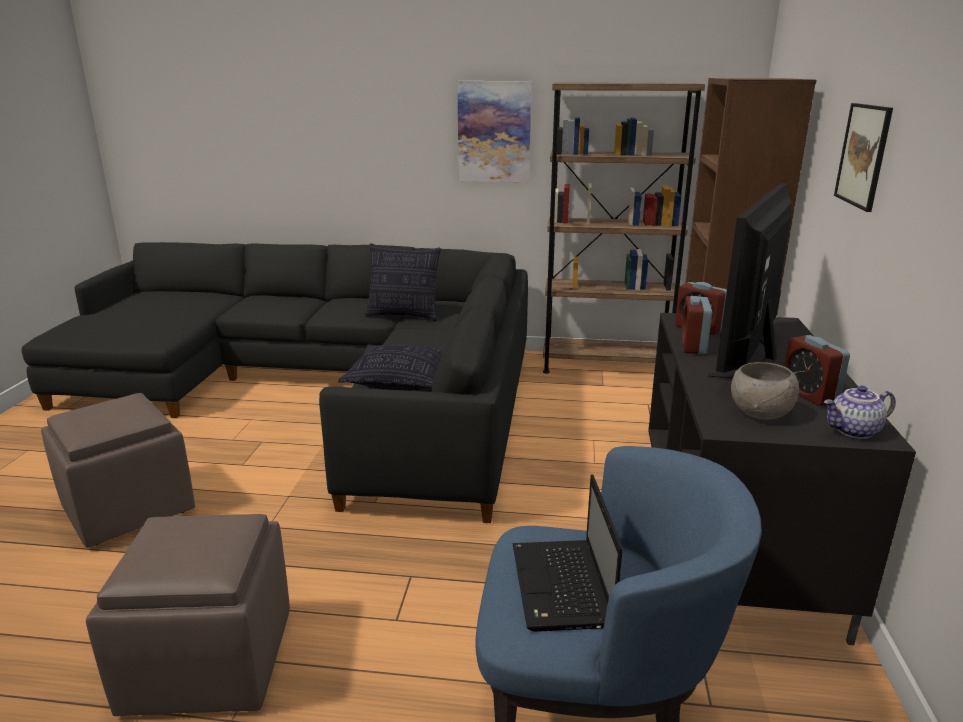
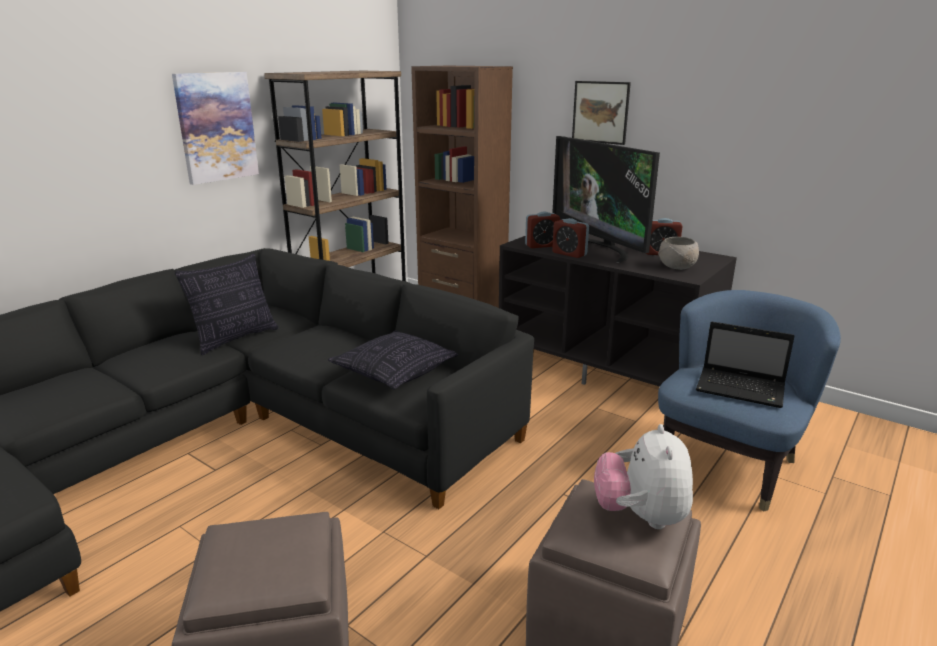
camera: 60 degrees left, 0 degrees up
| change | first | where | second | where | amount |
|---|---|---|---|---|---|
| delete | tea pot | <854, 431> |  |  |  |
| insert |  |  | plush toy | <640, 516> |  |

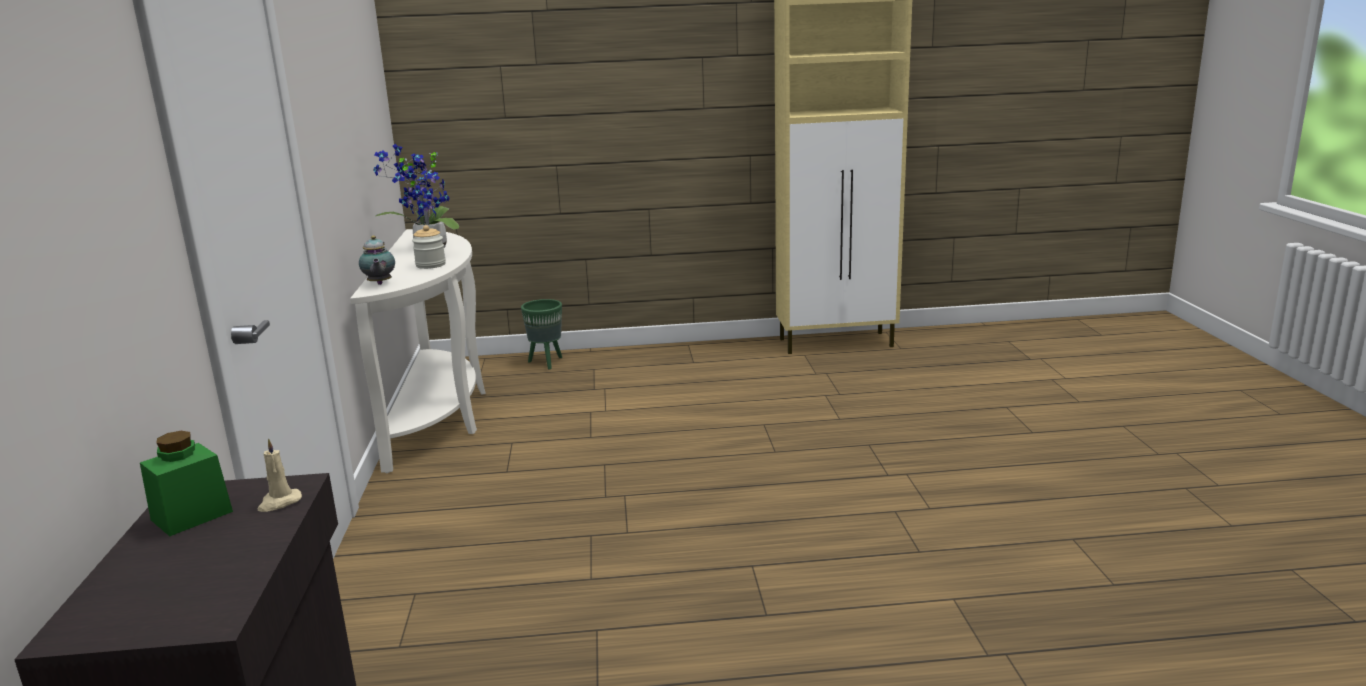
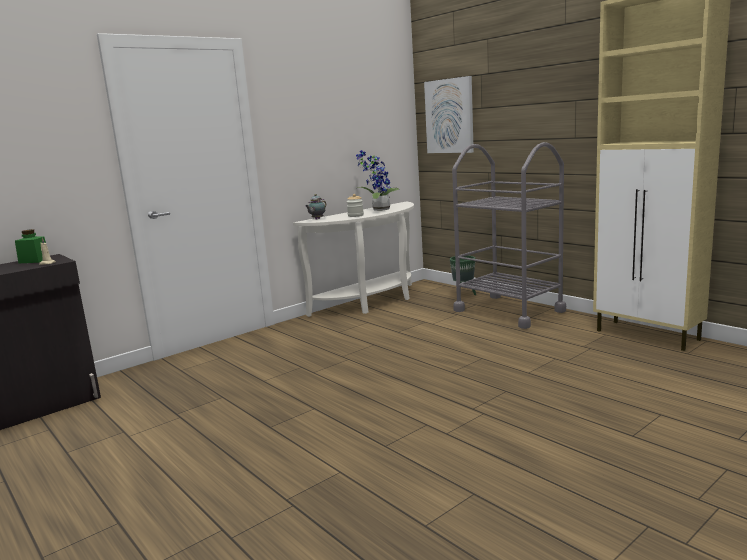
camera: 55 degrees right, 5 degrees down
| change | first | where | second | where | amount |
|---|---|---|---|---|---|
| insert |  |  | wall art | <449, 116> |  |
| insert |  |  | trolley in gray | <508, 311> |  |

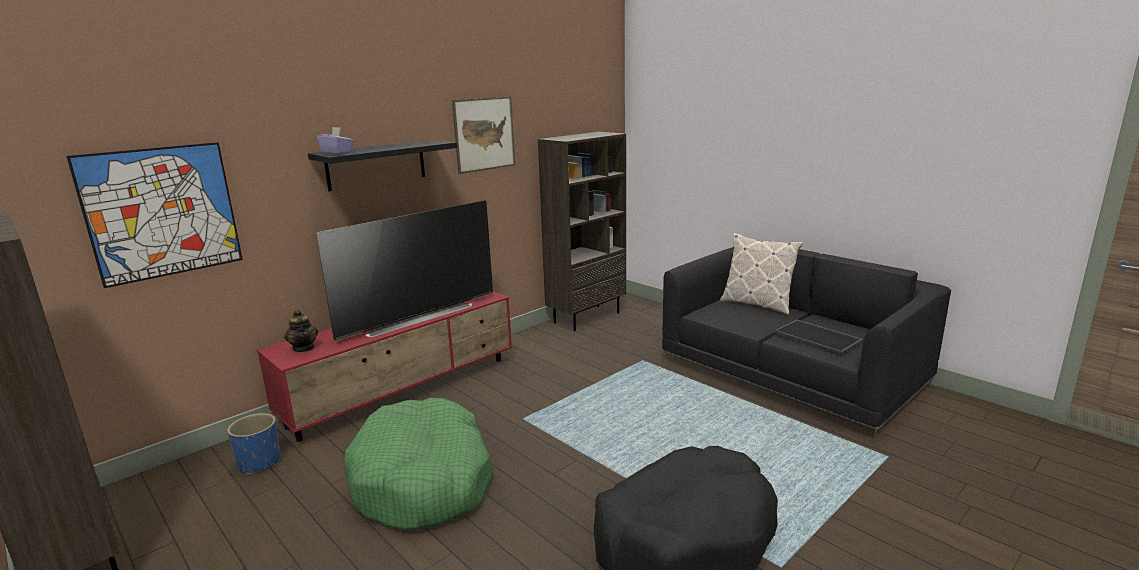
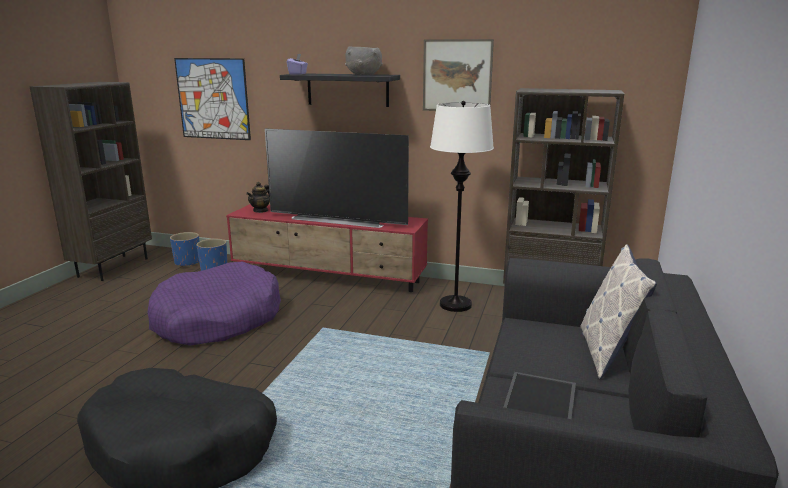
camera: 60 degrees right, 0 degrees up
| change | first | where | second | where | amount |
|---|---|---|---|---|---|
| insert |  |  | planter in blue-coloured | <187, 262> |  |
| insert |  |  | serving bowl in gray | <364, 75> |  |
| insert |  |  | standing lamp in white-coloured | <456, 304> |  |
| recolor | dog cushion in green | <423, 480> | dog cushion in purple-coloured | <217, 319> |  |

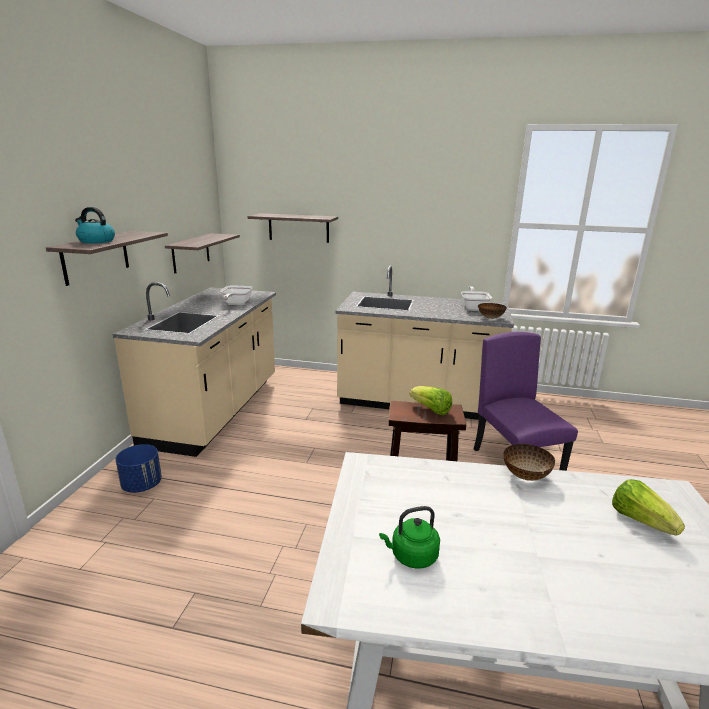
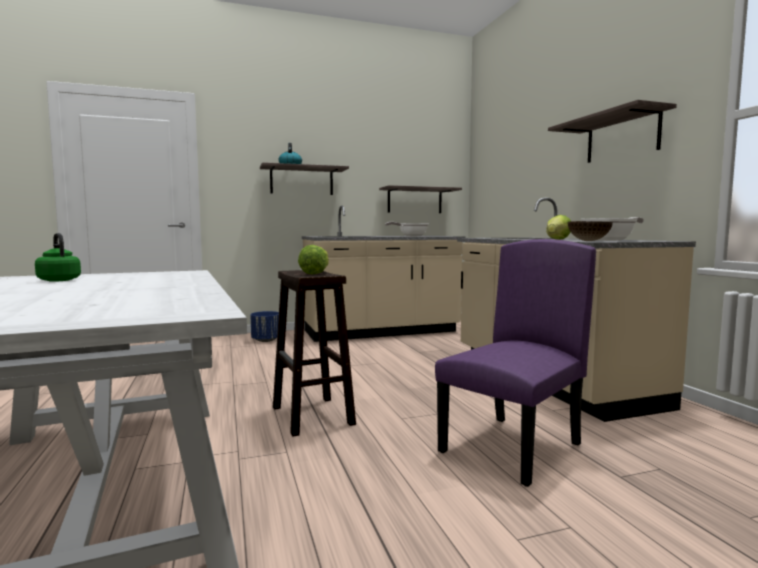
camera: 60 degrees right, 15 degrees down
| change | first | where | second | where | amount |
|---|---|---|---|---|---|
| delete | serving bowl | <524, 475> |  |  |  |
| move | shelf | <298, 228> |  | <622, 137> |  |
| move | lettuce head | <640, 520> |  | <557, 240> |  |

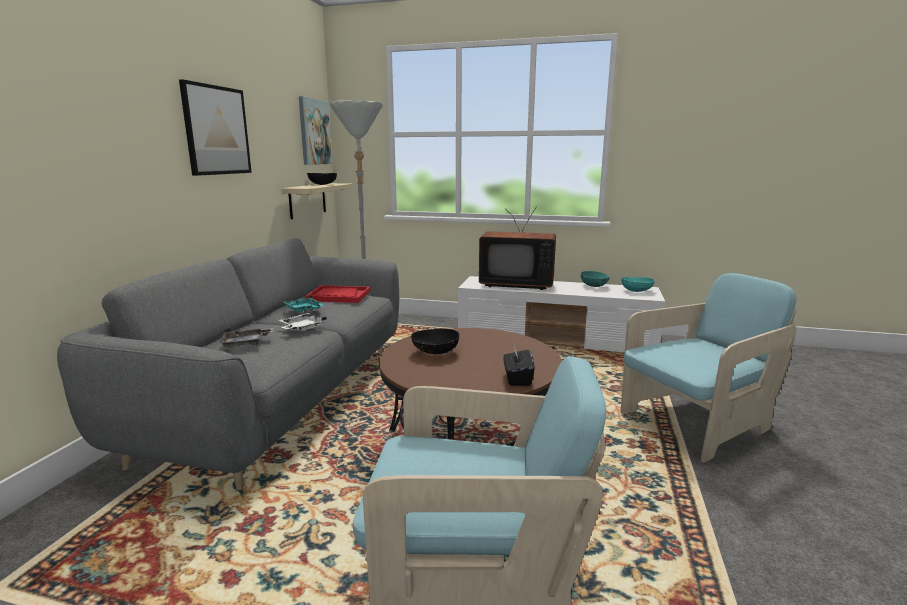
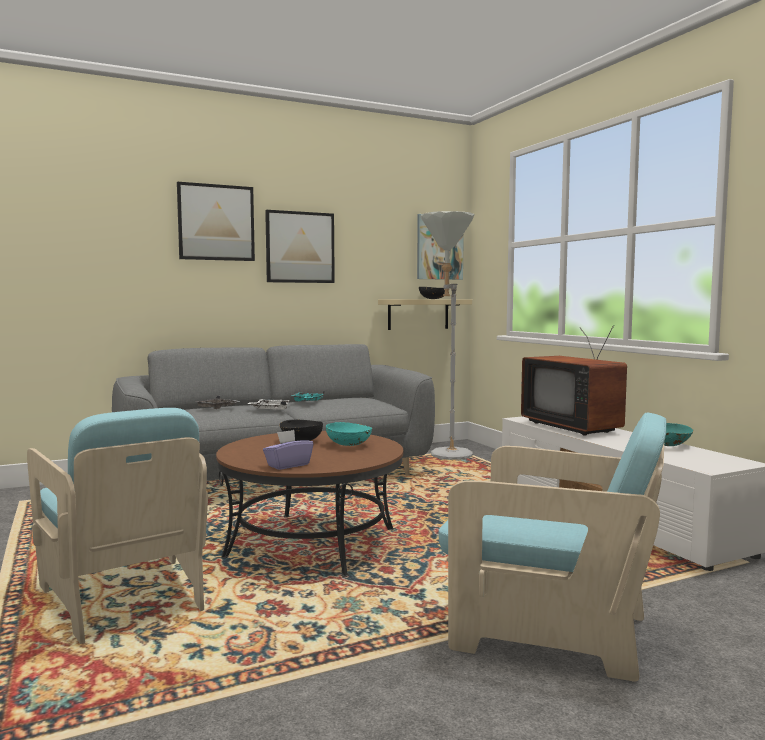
camera: 50 degrees right, 10 degrees down
| change | first | where | second | where | amount |
|---|---|---|---|---|---|
| delete | carrying tray in red-coloured | <338, 296> |  |  |  |
| insert |  |  | wall art | <216, 222> |  |
| move | serving bowl in turquoise-coloured | <636, 291> |  | <349, 445> |  |
| recolor | tissue box in black | <517, 378> | tissue box in purple-coloured | <288, 465> |  |

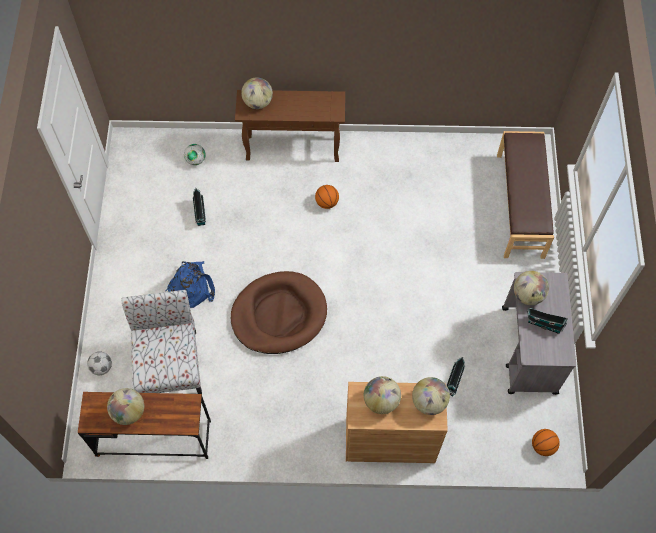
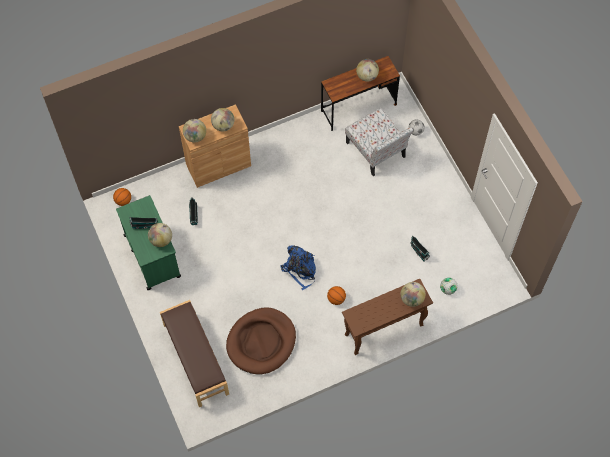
camera: 155 degrees right, 0 degrees up
| change | first | where | second | where | amount |
|---|---|---|---|---|---|
| move | backpack in blue-coloured | <191, 287> |  | <300, 269> |  |
| move | dog cushion in brown-coloured | <279, 314> |  | <261, 342> |  |
| recolor | trolley in gray | <529, 351> | trolley in green | <152, 255> |  |

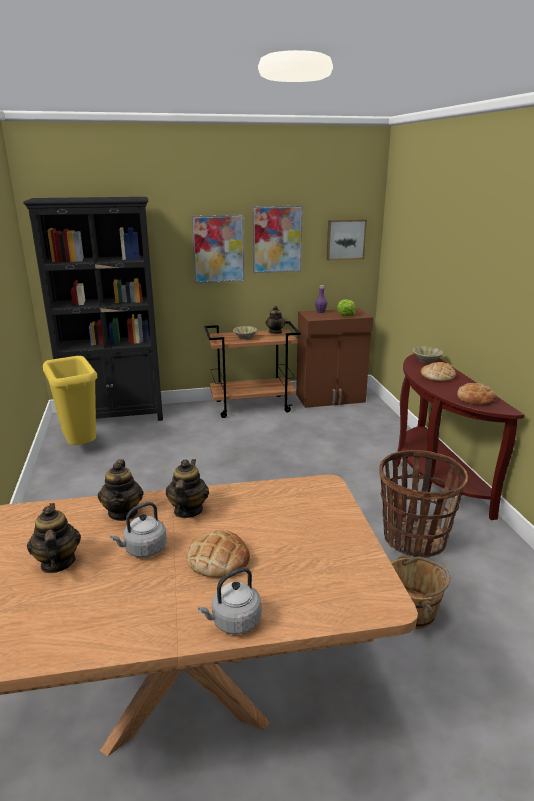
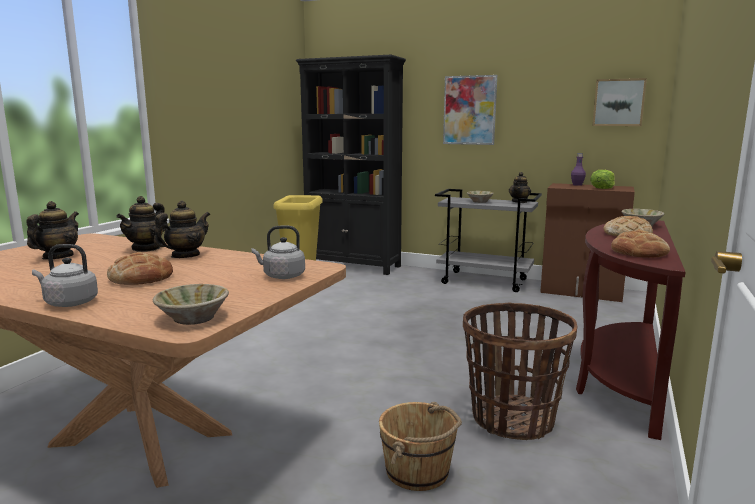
camera: 35 degrees right, 10 degrees down
| change | first | where | second | where | amount |
|---|---|---|---|---|---|
| delete | wall art | <277, 239> |  |  |  |
| insert |  |  | serving bowl in sand-coloured | <192, 318> |  |
| move | tea kettle in gray | <143, 550> |  | <281, 276> |  |
| recolor | trolley in brown-coloured | <253, 406> | trolley in gray | <485, 281> |  |

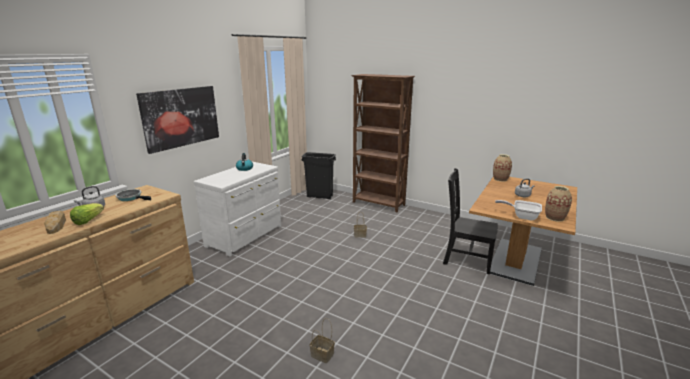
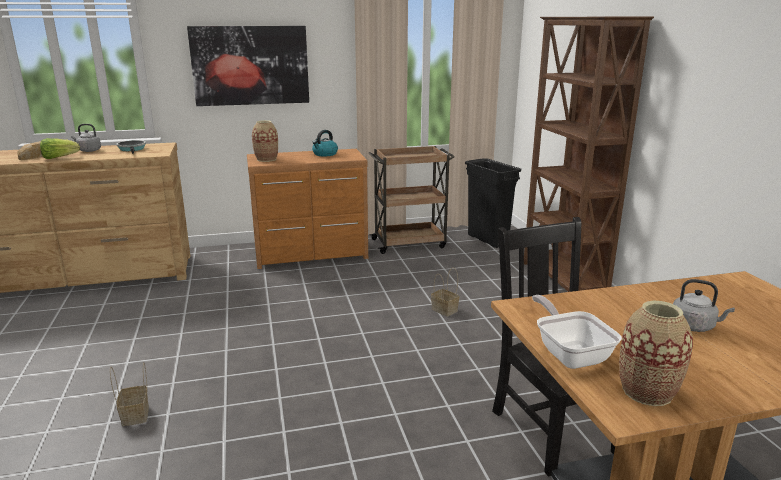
camera: 45 degrees right, 0 degrees up
| change | first | where | second | where | amount |
|---|---|---|---|---|---|
| insert |  |  | trolley in brown-coloured | <409, 243> |  |
| move | decorative vase | <500, 179> |  | <266, 159> |  |
| recolor | drawer chest in white-coloured | <246, 236> | drawer chest in brown-coloured | <312, 255> |  |

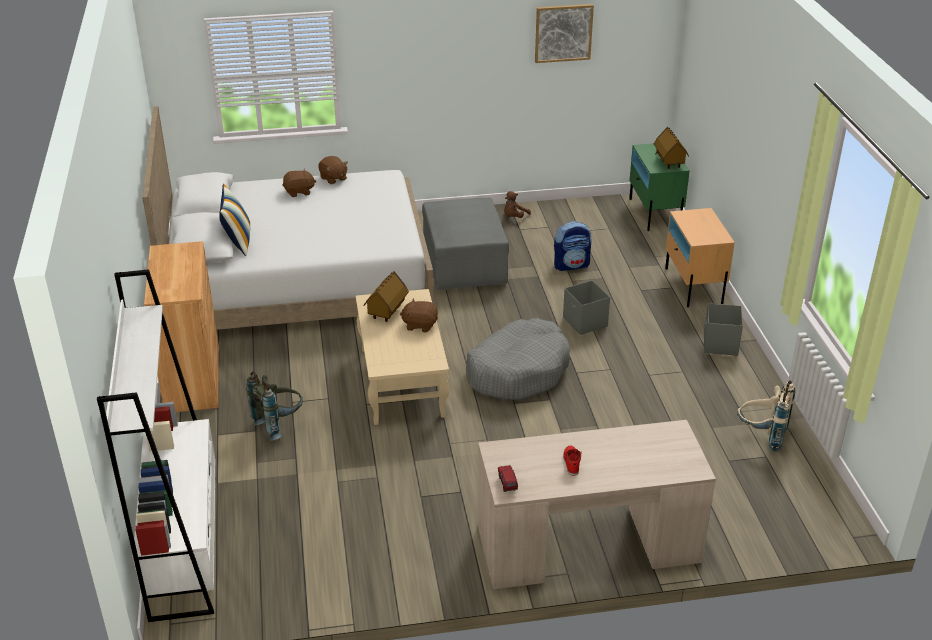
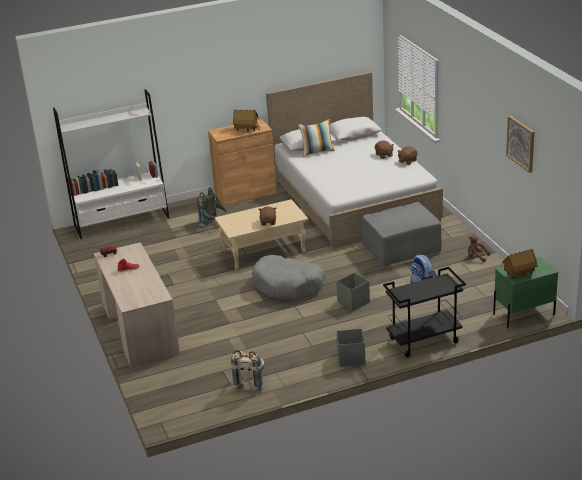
camera: 80 degrees right, 5 degrees down
| change | first | where | second | where | amount |
|---|---|---|---|---|---|
| move | miniature house | <386, 312> |  | <246, 129> |  |
| replace | nightstand in sand-coloured | <693, 285> | trolley in black | <423, 341> |  |

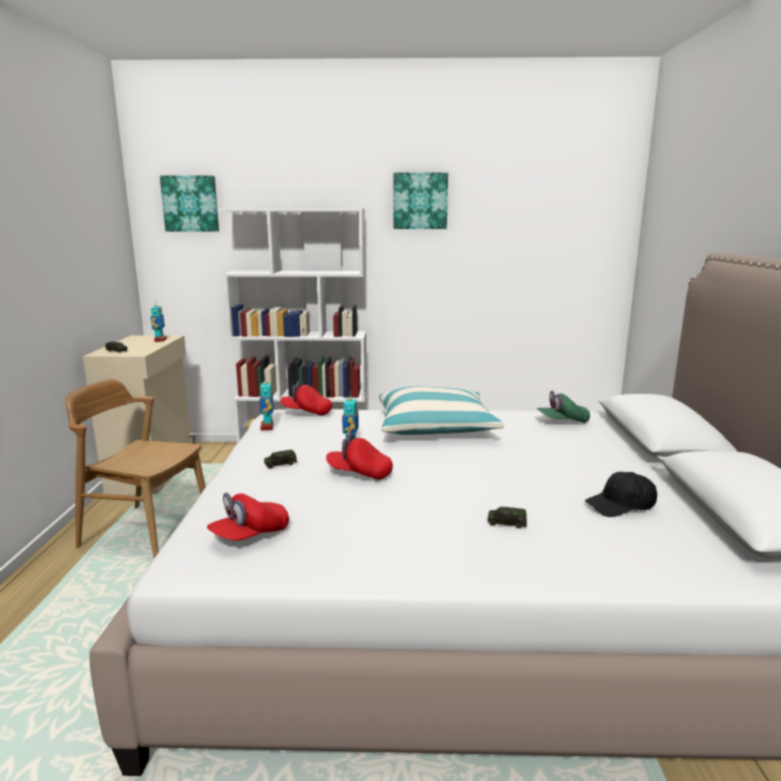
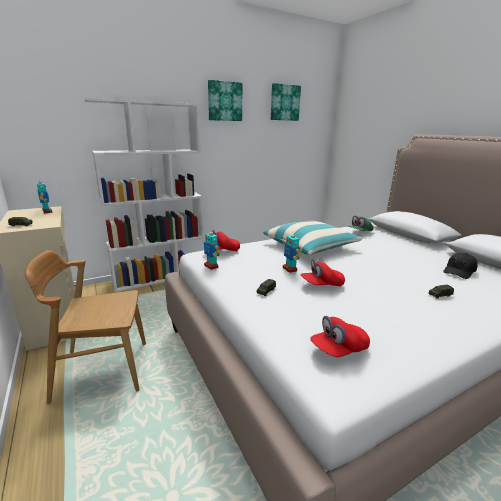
camera: 30 degrees left, 5 degrees up
| change | first | where | second | where | amount |
|---|---|---|---|---|---|
| move | wall art | <190, 204> |  | <284, 102> |  |
| rotate | cap in red-coloured | <250, 535> |  | <338, 349> | 45 degrees clockwise |

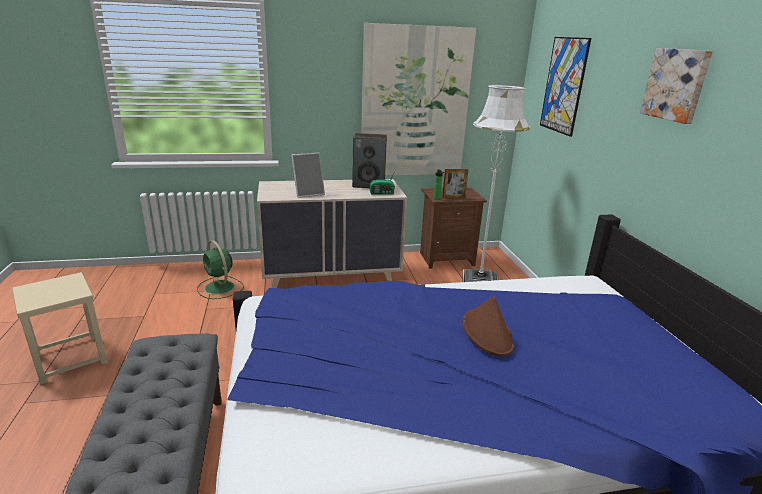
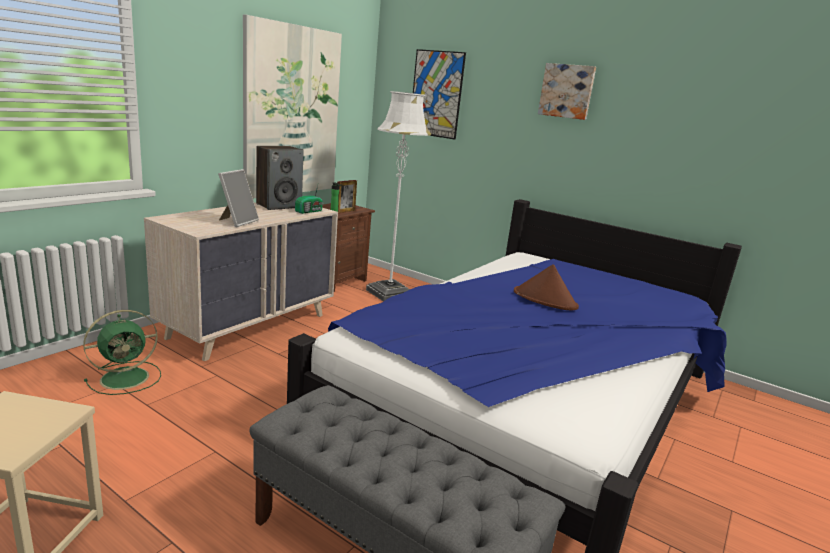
camera: 45 degrees left, 5 degrees down
| change | first | where | second | where | amount |
|---|---|---|---|---|---|
| rotate | cooling fan in green | <220, 288> |  | <127, 378> | 45 degrees counterclockwise |

